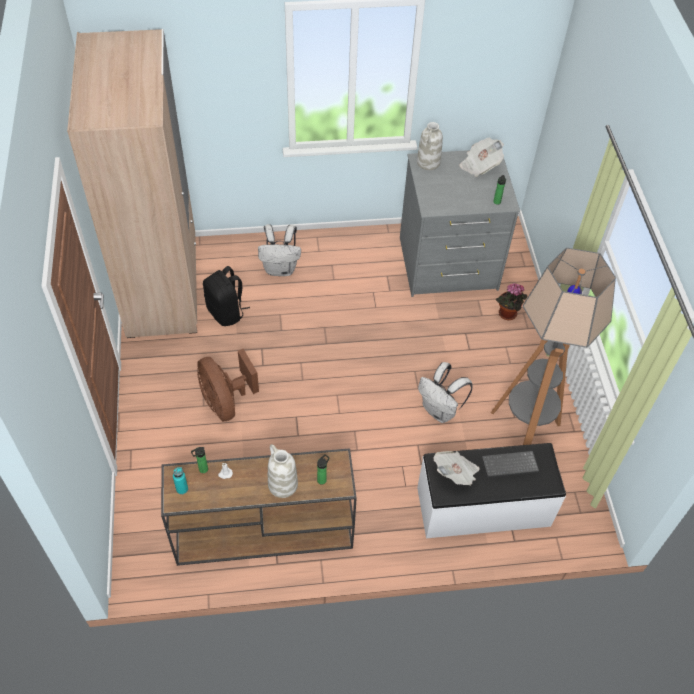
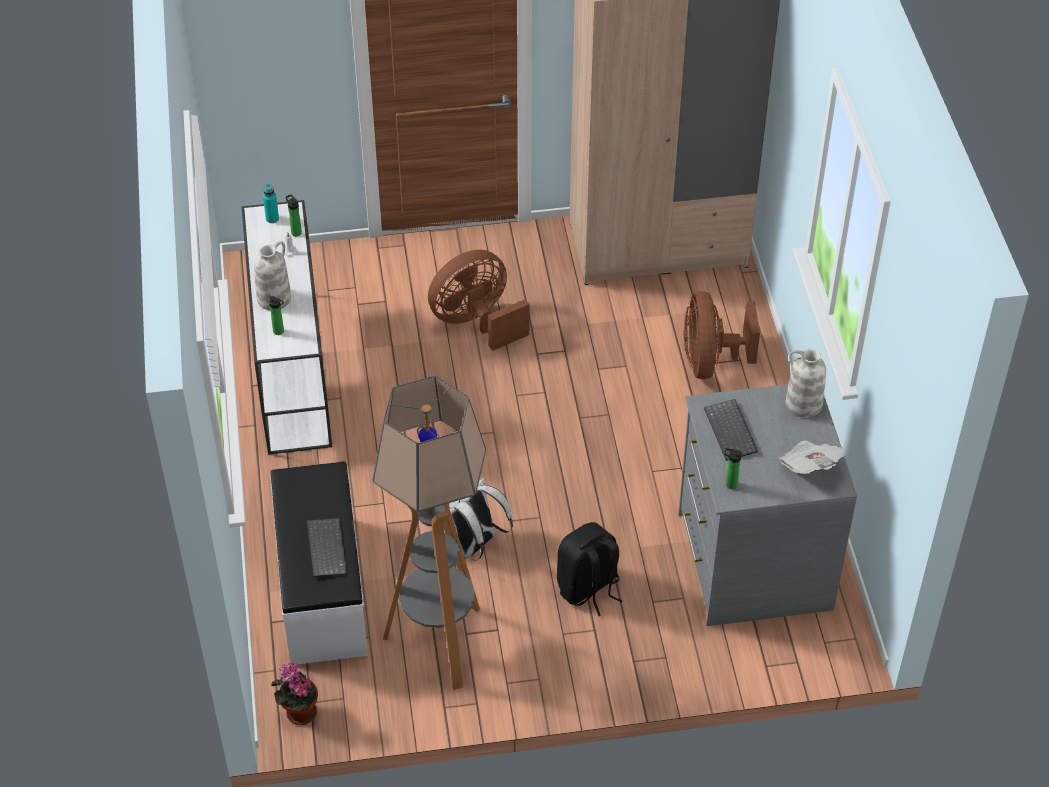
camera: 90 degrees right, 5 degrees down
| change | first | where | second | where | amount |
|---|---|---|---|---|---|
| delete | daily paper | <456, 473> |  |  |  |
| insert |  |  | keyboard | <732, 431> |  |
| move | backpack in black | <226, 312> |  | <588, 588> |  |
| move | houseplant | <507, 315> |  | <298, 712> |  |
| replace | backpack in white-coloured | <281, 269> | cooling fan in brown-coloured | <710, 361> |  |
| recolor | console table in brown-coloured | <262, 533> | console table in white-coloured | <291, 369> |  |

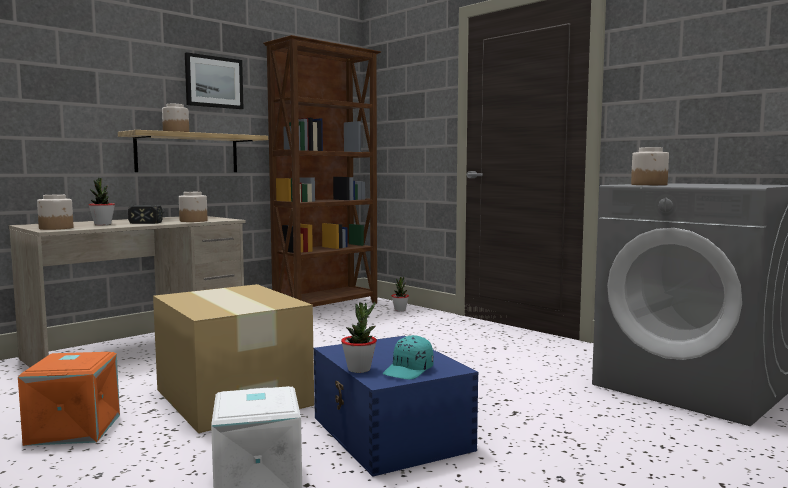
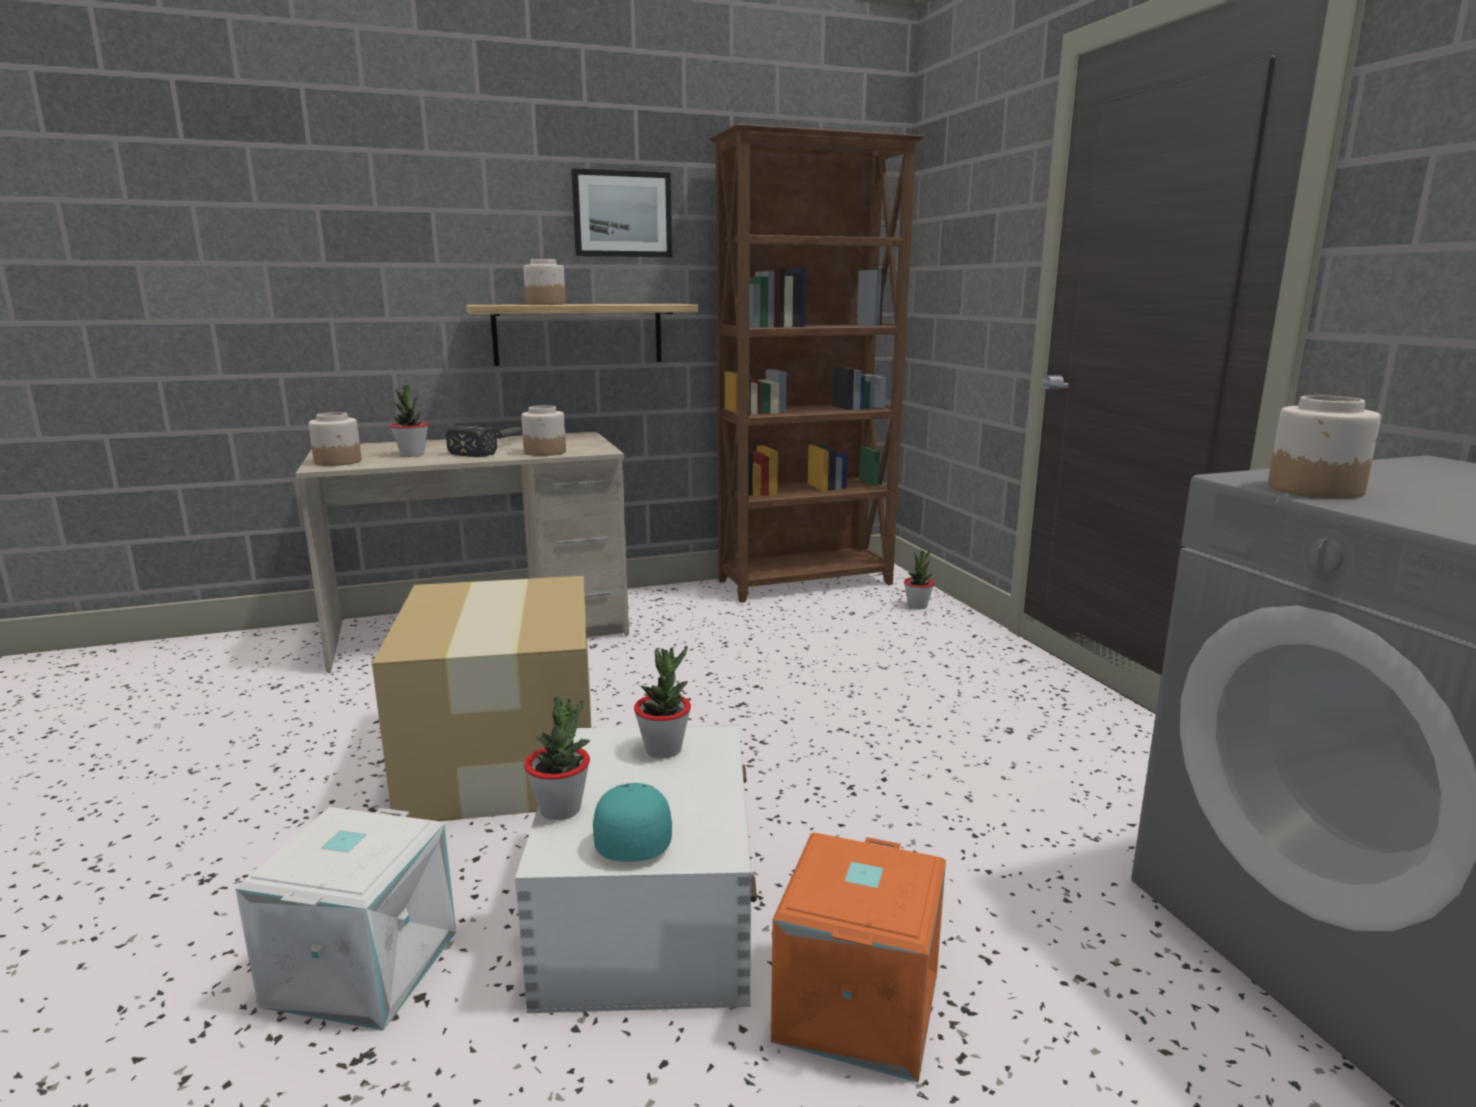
camera: 25 degrees right, 10 degrees up
| change | first | where | second | where | amount |
|---|---|---|---|---|---|
| insert |  |  | houseplant | <664, 749> |  |
| move | storage container in orange | <72, 429> |  | <854, 1004> |  |
| recolor | storage container in blue-coloured | <390, 434> | storage container in white-coloured | <646, 912> |  |
| rotate | cap in turquoise-coloured | <409, 371> |  | <633, 836> | 120 degrees clockwise |

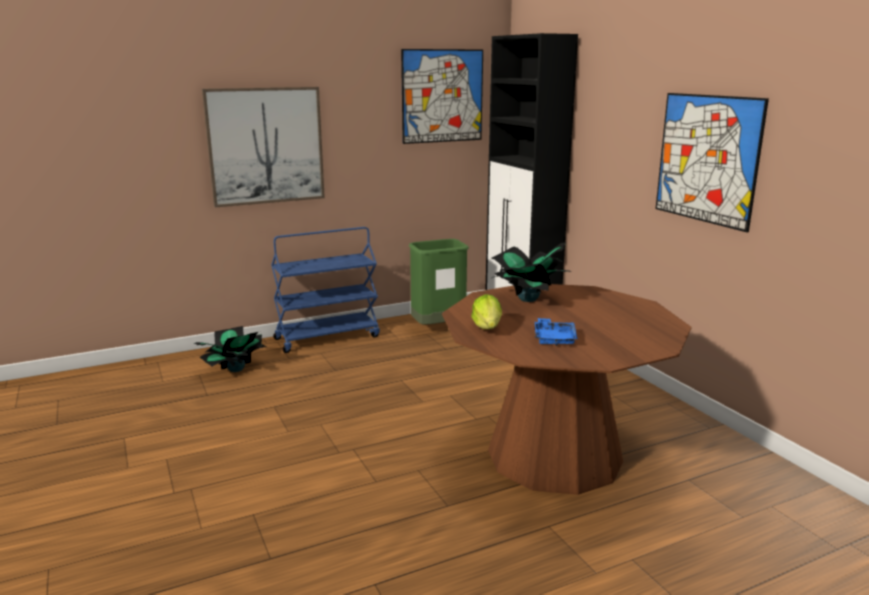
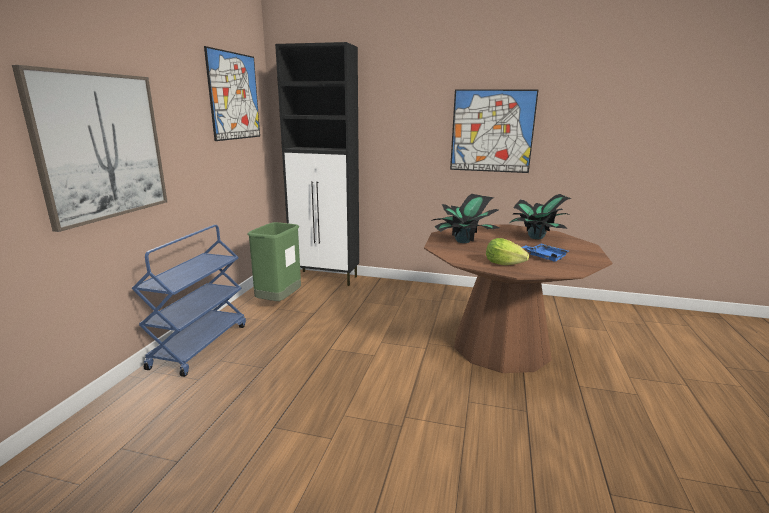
camera: 50 degrees left, 0 degrees up
| change | first | where | second | where | amount |
|---|---|---|---|---|---|
| move | houseplant | <235, 369> |  | <536, 237> |  |

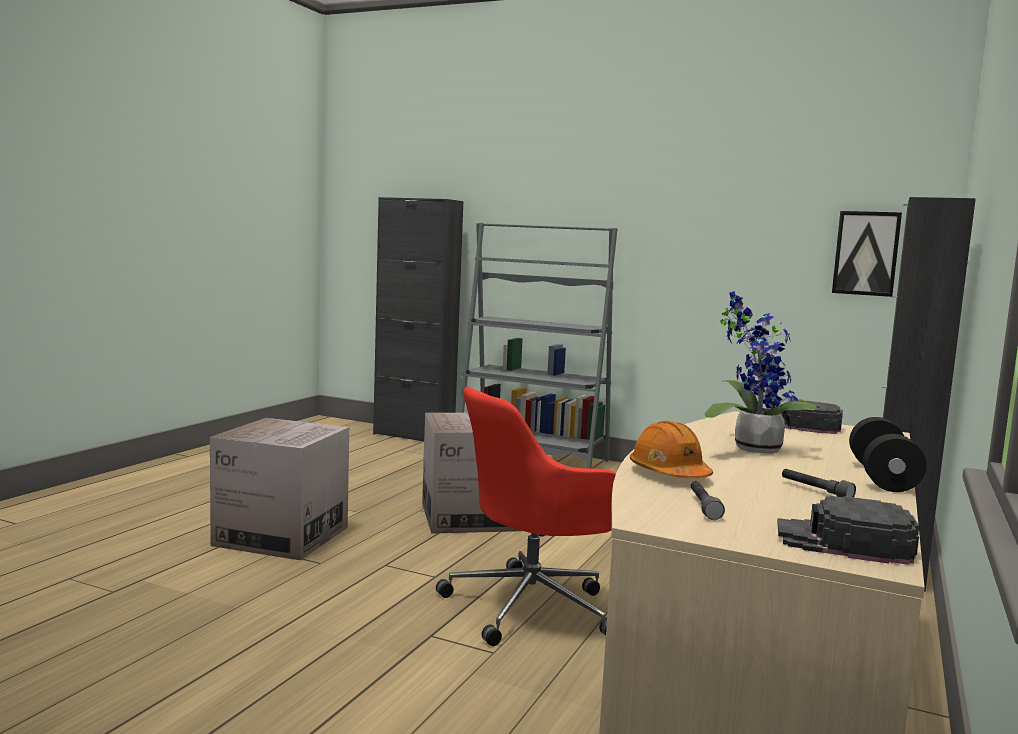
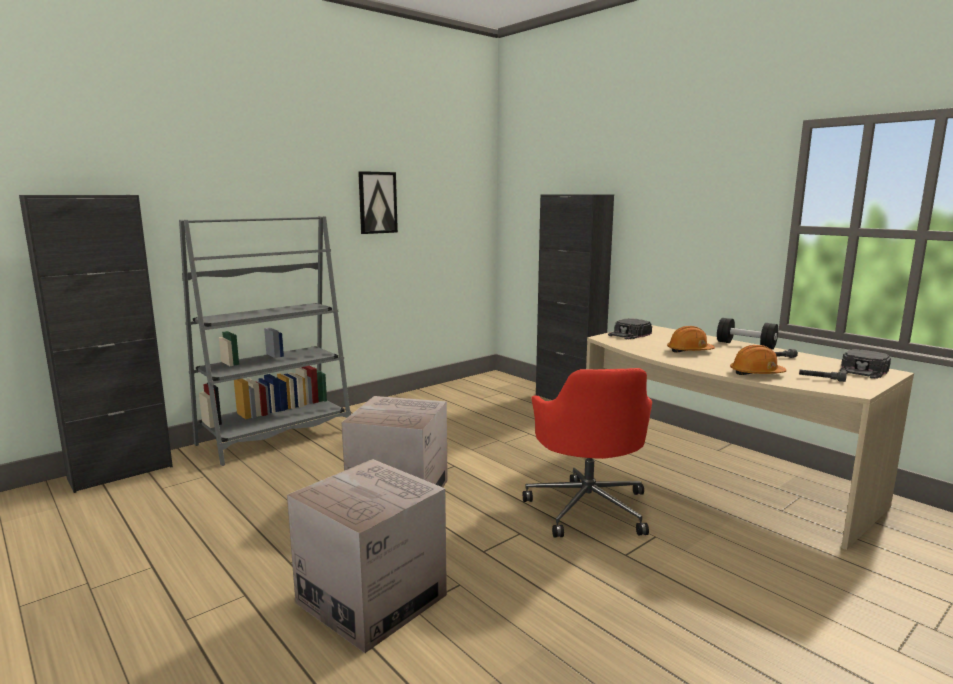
camera: 65 degrees left, 5 degrees up
| change | first | where | second | where | amount |
|---|---|---|---|---|---|
| move | wall art | <866, 253> |  | <377, 202> |  |
| replace | houseplant | <752, 448> | safety helmet in orange | <689, 351> |  |

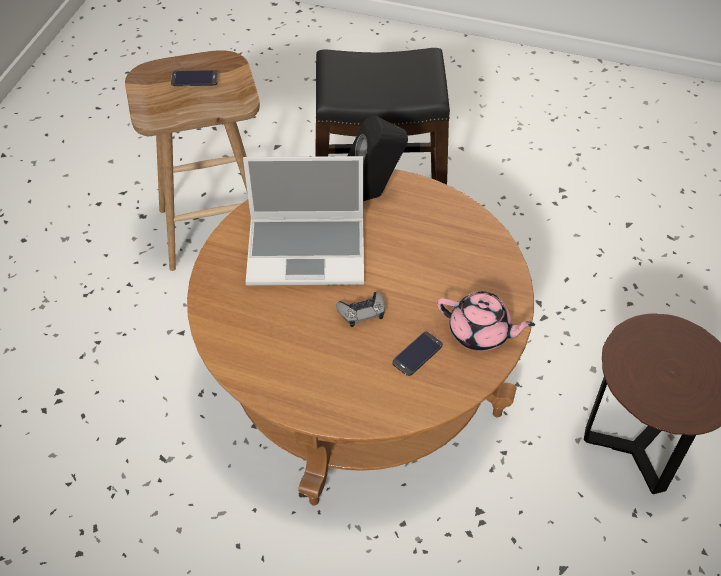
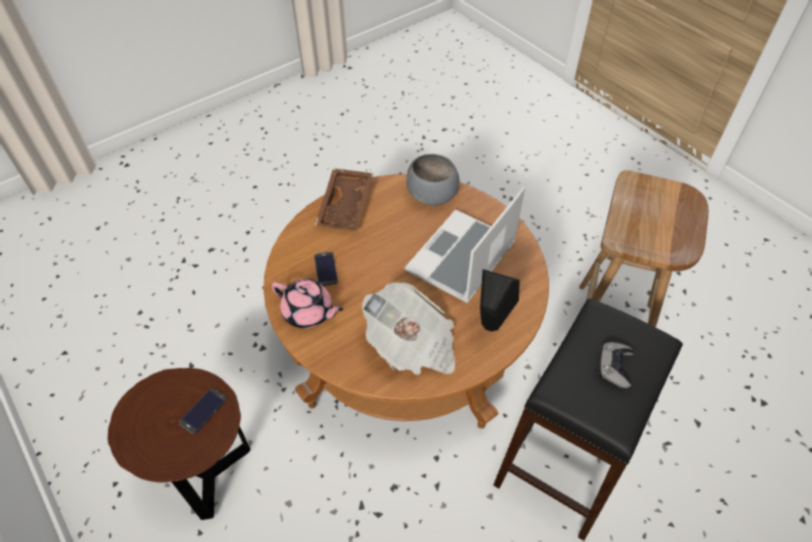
camera: 125 degrees right, 0 degrees up
| change | first | where | second | where | amount |
|---|---|---|---|---|---|
| insert |  |  | carrying tray in brown-coloured | <347, 206> |  |
| insert |  |  | daily paper | <412, 345> |  |
| insert |  |  | serving bowl in gray | <432, 196> |  |
| move | handset | <194, 79> |  | <203, 411> |  |
| move | joypad in gray | <362, 311> |  | <615, 366> |  |
| rotate | tea pot in pink-coloured | <480, 332> |  | <308, 313> | 120 degrees counterclockwise |

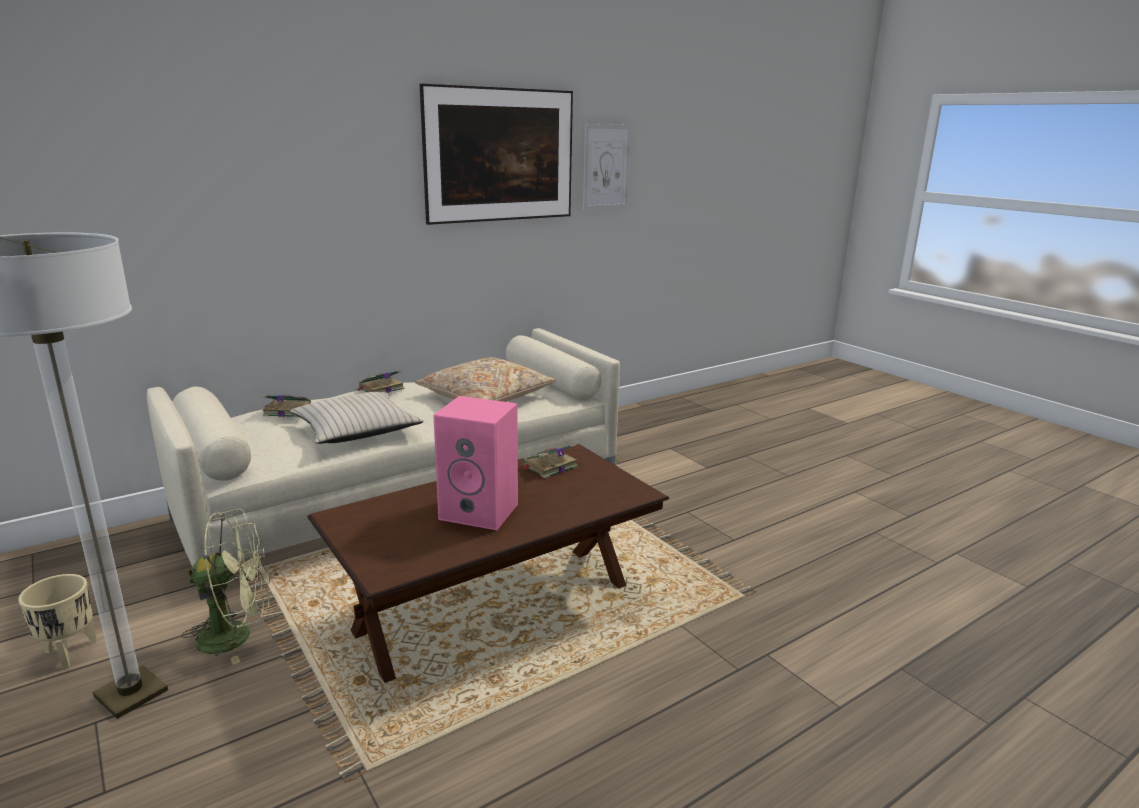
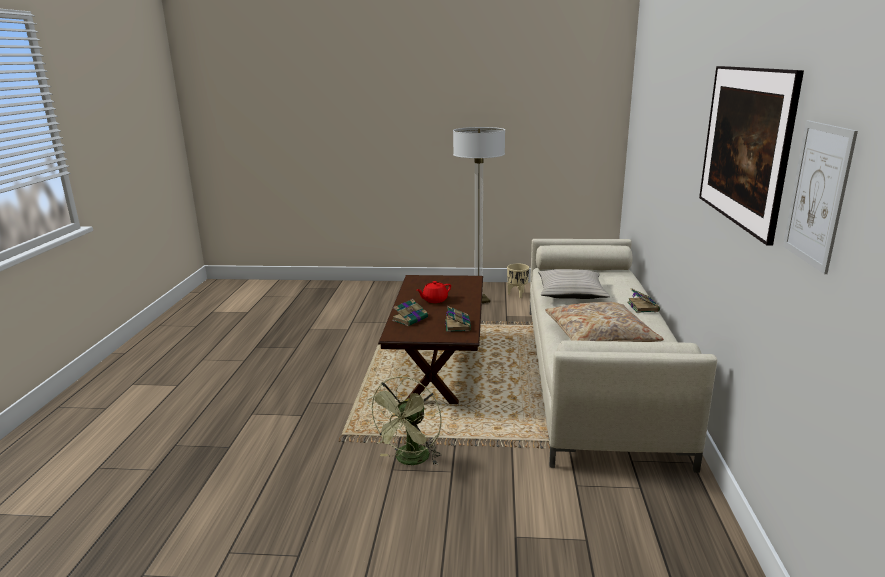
camera: 130 degrees right, 0 degrees up
| change | first | where | second | where | amount |
|---|---|---|---|---|---|
| move | cooling fan in green | <237, 635> |  | <410, 460> |  |
| move | book | <286, 411> |  | <410, 319> |  |
| replace | loudspeaker in pink-coloured | <481, 511> | tea pot in red-coloured | <434, 300> |  |

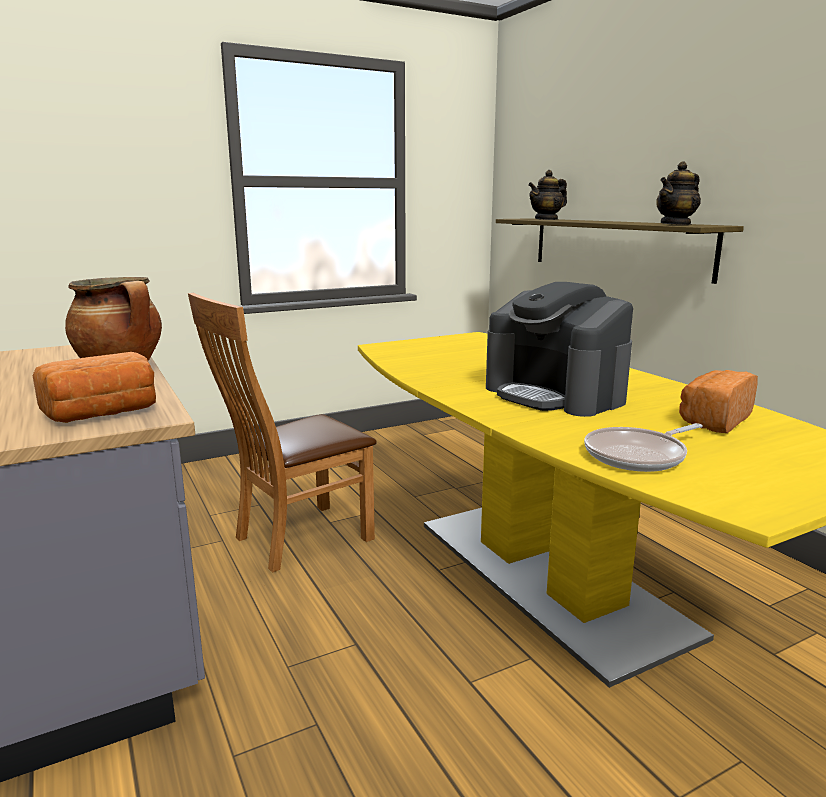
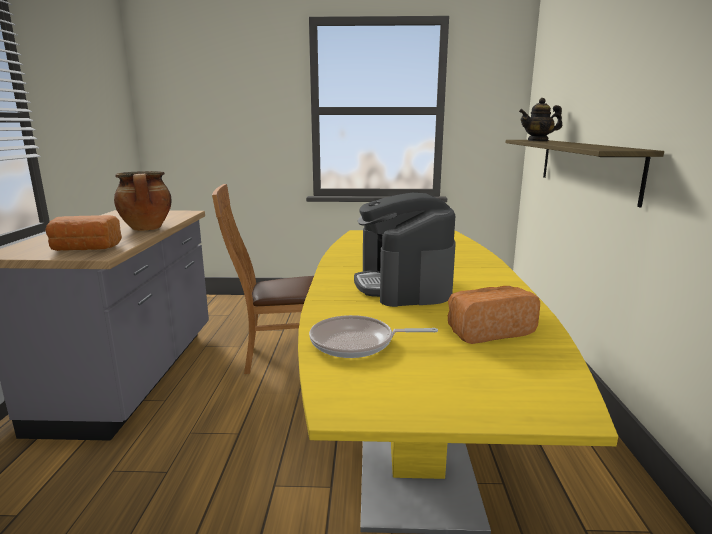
camera: 30 degrees right, 0 degrees up
| change | first | where | second | where | amount |
|---|---|---|---|---|---|
| delete | tea pot | <676, 224> |  |  |  |

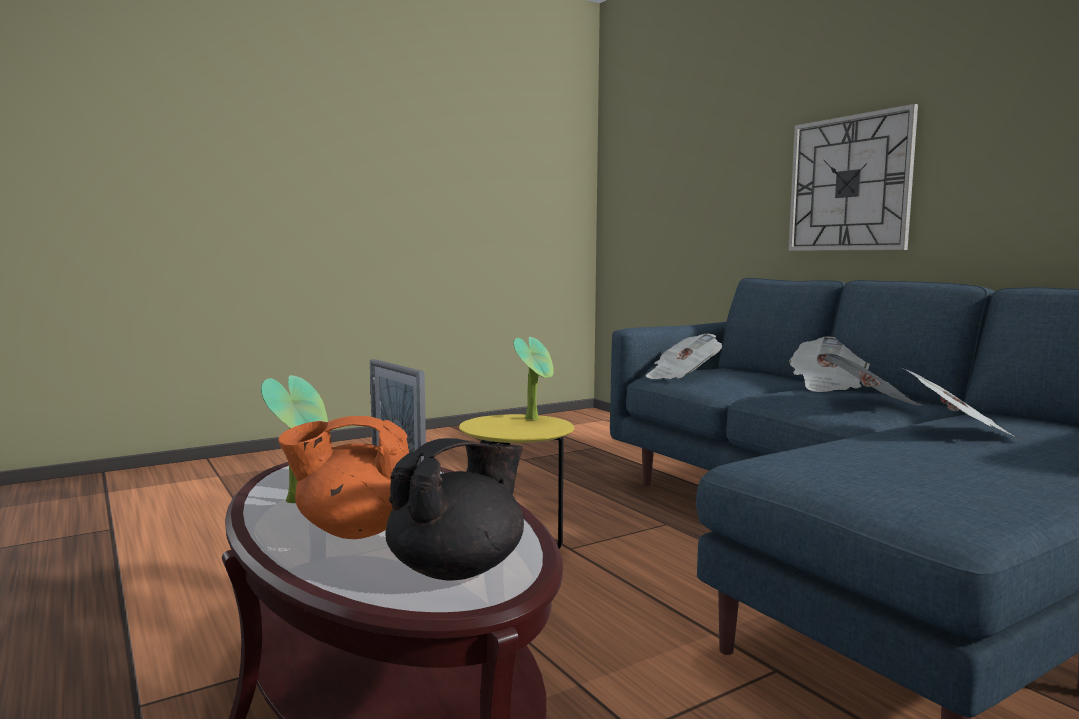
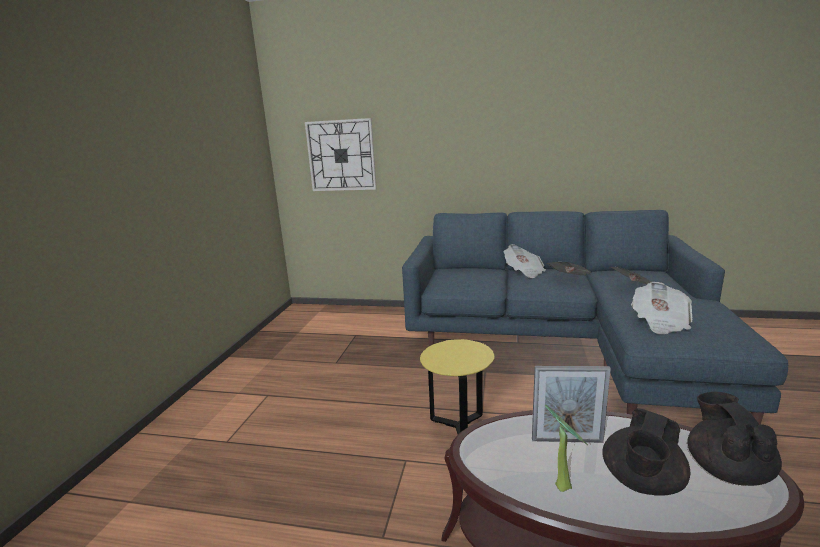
camera: 45 degrees left, 10 degrees up
| change | first | where | second | where | amount |
|---|---|---|---|---|---|
| delete | houseplant | <535, 419> |  |  |  |
| move | daily paper | <682, 376> |  | <660, 322> |  |
| move | wall clock | <849, 184> |  | <341, 155> |  |
| recolor | tea pot in orange | <355, 531> | tea pot in black | <641, 482> |  |

